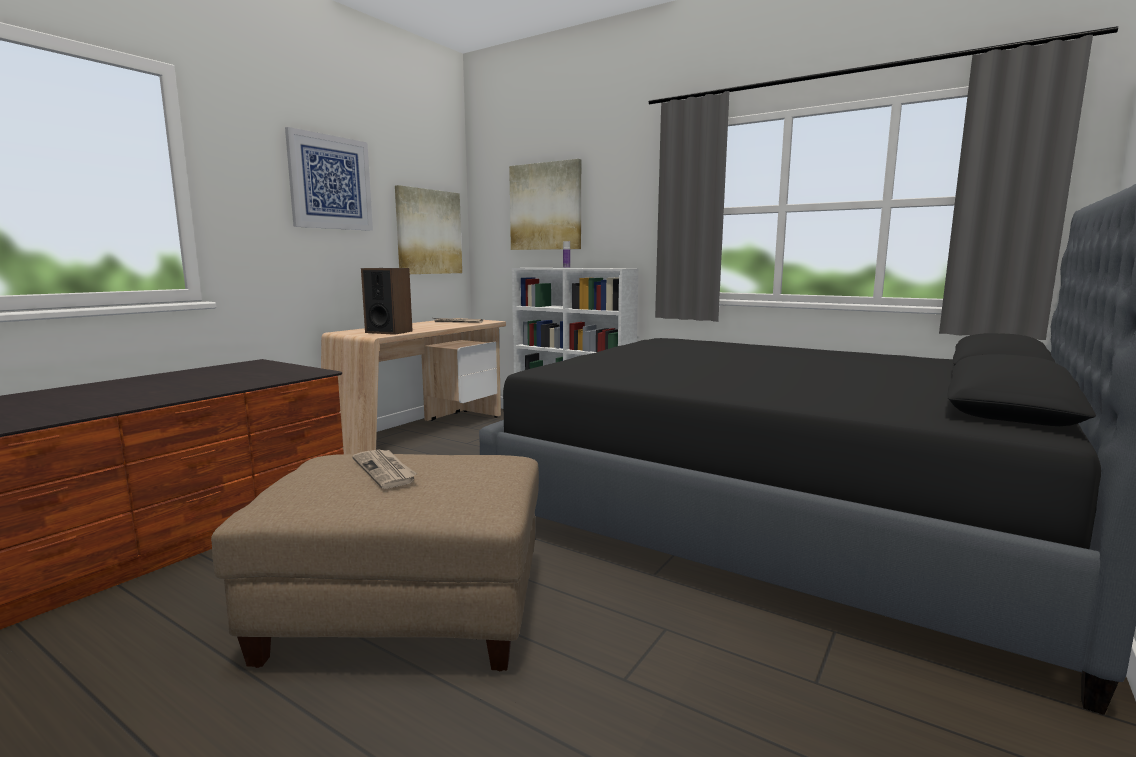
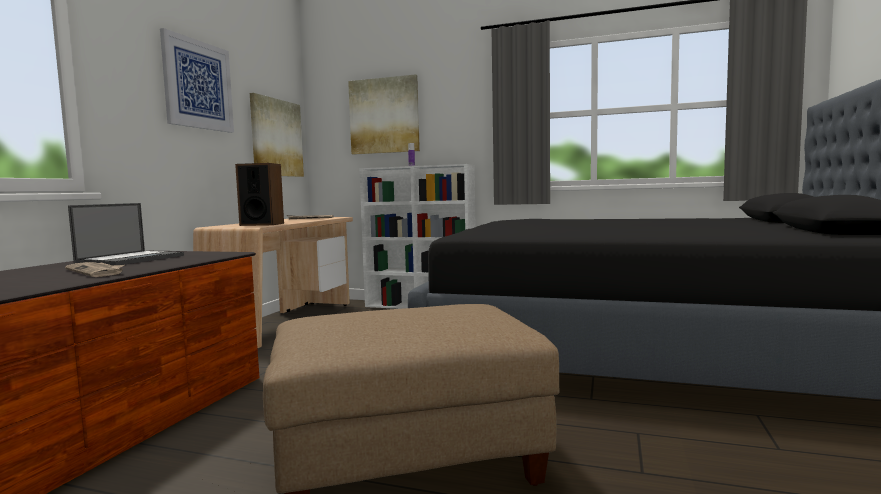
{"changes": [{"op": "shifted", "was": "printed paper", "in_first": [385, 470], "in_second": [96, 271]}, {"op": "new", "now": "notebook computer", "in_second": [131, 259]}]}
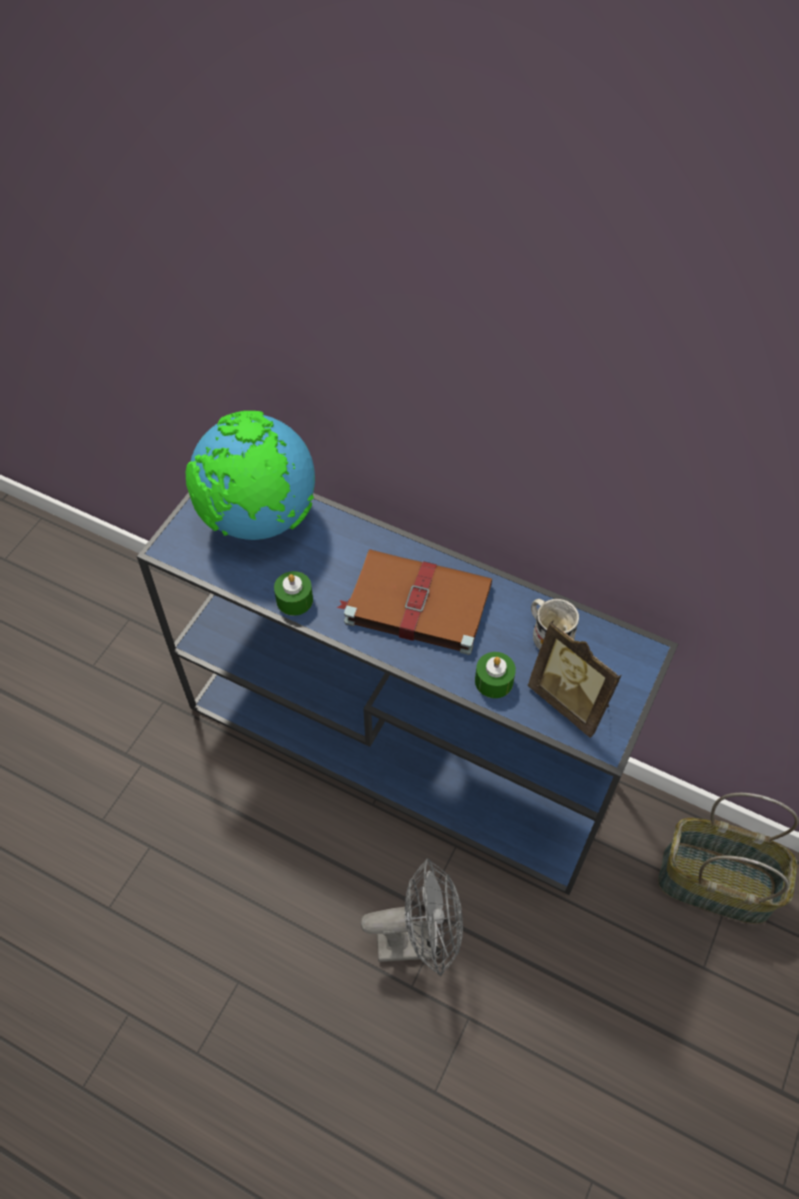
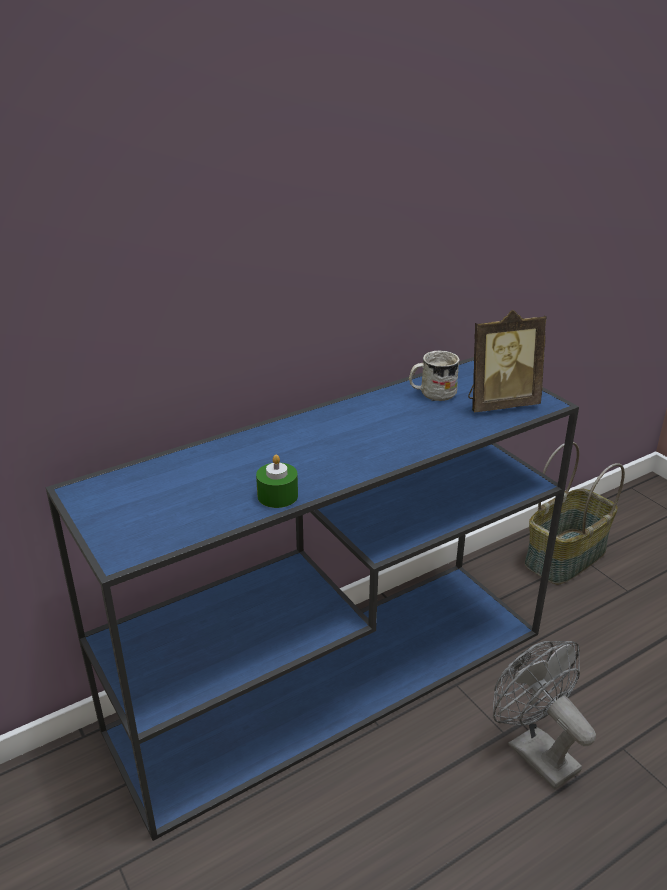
{"changes": [{"op": "rotated", "was": "cooling fan/grey", "in_first": [419, 940], "in_second": [534, 751], "clockwise": -60}, {"op": "gone", "was": "desk globe", "in_first": [258, 519]}, {"op": "gone", "was": "bound book/brown", "in_first": [415, 603]}, {"op": "gone", "was": "wax light/greenish", "in_first": [494, 681]}]}
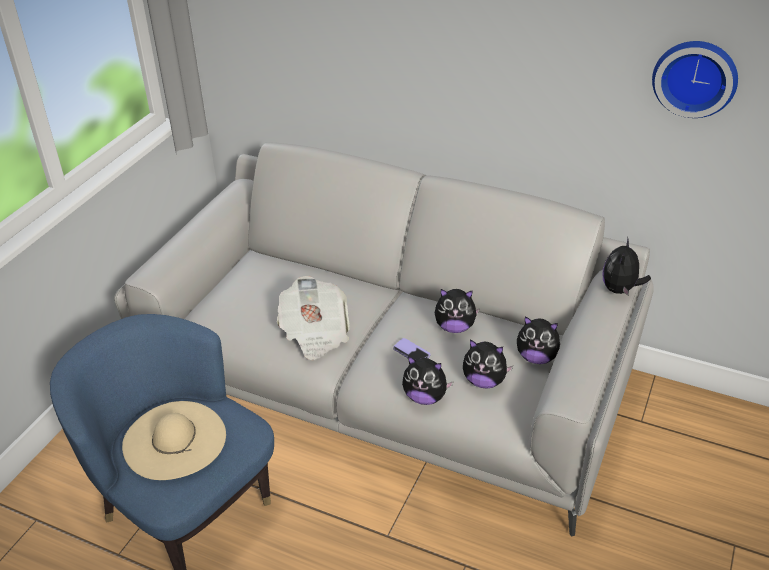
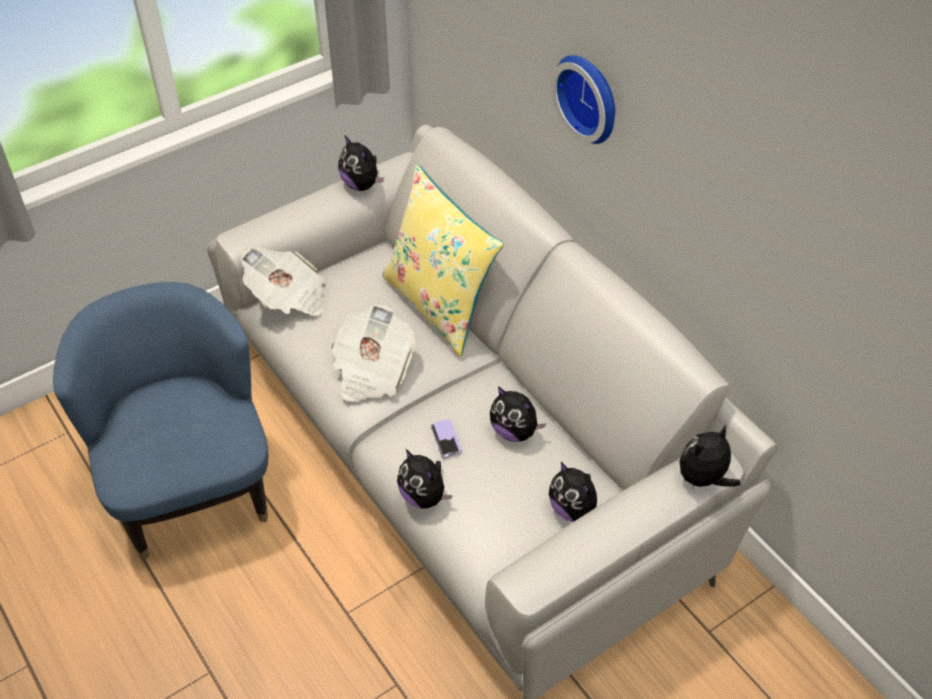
{"changes": [{"op": "new", "now": "printed paper", "in_second": [288, 296]}, {"op": "shifted", "was": "plush toy", "in_first": [484, 381], "in_second": [361, 184]}, {"op": "new", "now": "cushion/yellow", "in_second": [440, 305]}, {"op": "shifted", "was": "clock on the wall", "in_first": [695, 77], "in_second": [590, 97]}, {"op": "gone", "was": "clothing hat/sand-coloured", "in_first": [174, 440]}]}
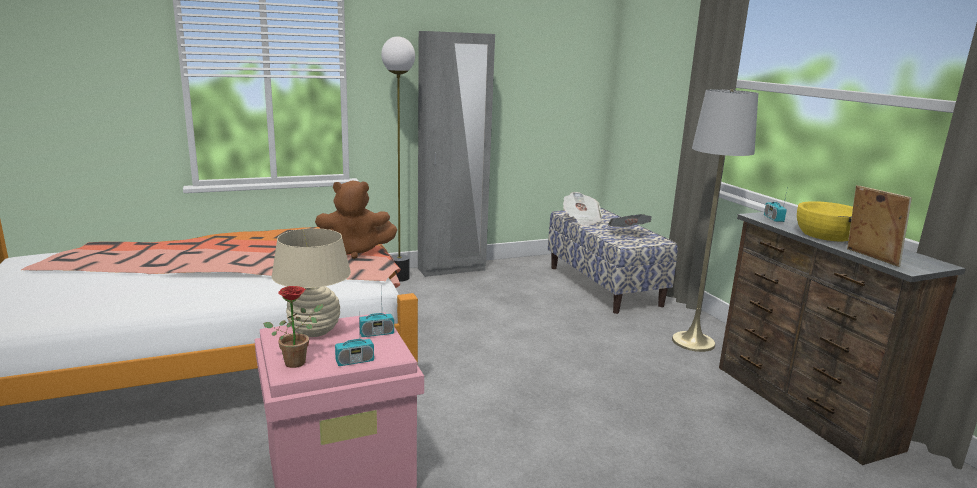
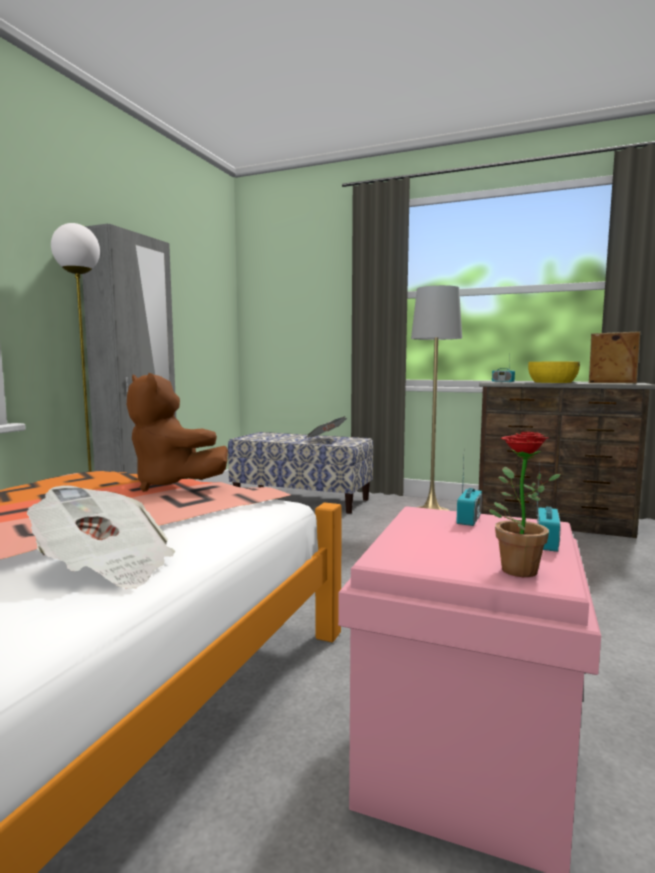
{"changes": [{"op": "shifted", "was": "printed paper", "in_first": [581, 220], "in_second": [106, 568]}, {"op": "rotated", "was": "plush toy/brown", "in_first": [355, 251], "in_second": [172, 485], "clockwise": 90}, {"op": "gone", "was": "tabletop lamp/sand-coloured", "in_first": [314, 331]}]}
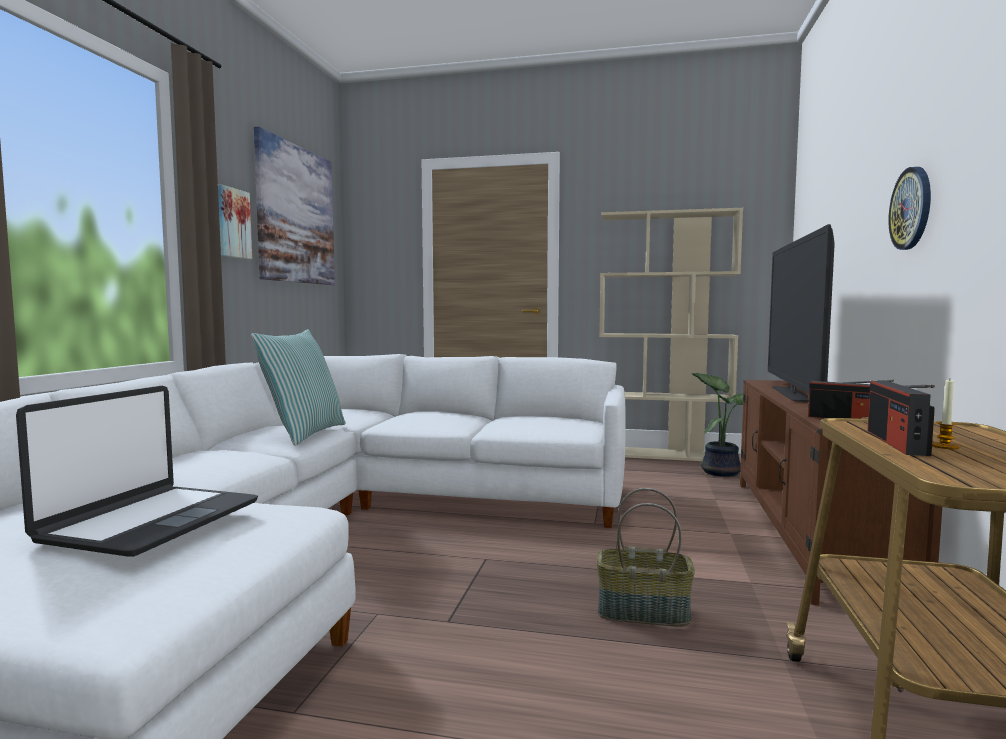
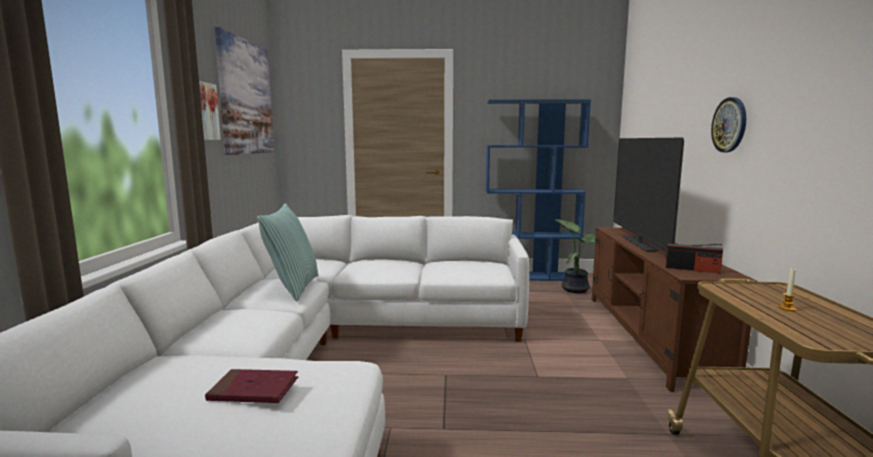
{"changes": [{"op": "swapped", "was": "notebook computer", "now": "bound book/red", "in_first": [151, 521], "in_second": [254, 390]}, {"op": "repainted", "was": "bookcase/sand-coloured", "now": "bookcase/blue-coloured", "in_first": [663, 455], "in_second": [531, 276]}, {"op": "gone", "was": "basket", "in_first": [642, 612]}, {"op": "gone", "was": "radio", "in_first": [896, 442]}]}
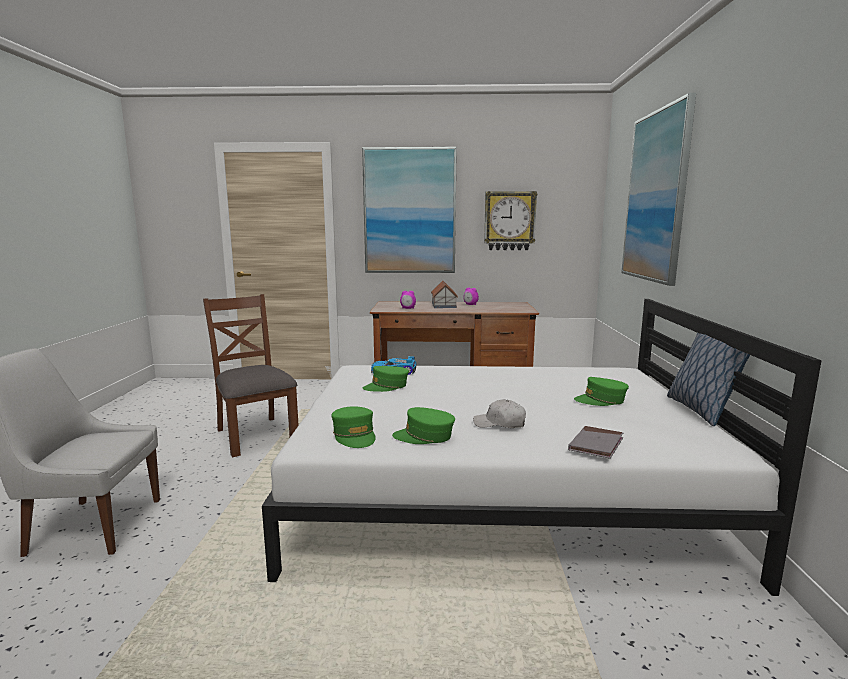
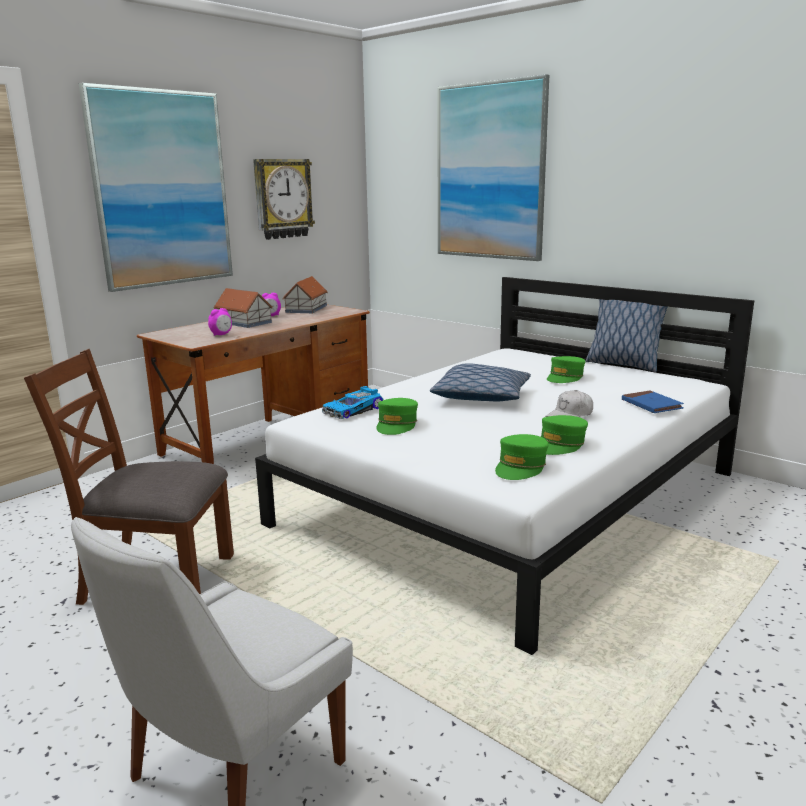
{"changes": [{"op": "new", "now": "miniature house", "in_second": [307, 308]}, {"op": "new", "now": "cushion", "in_second": [482, 396]}, {"op": "rotated", "was": "cap/greenish", "in_first": [354, 435], "in_second": [521, 467], "clockwise": 105}, {"op": "repainted", "was": "bound book/grey", "now": "bound book/blue-coloured", "in_first": [596, 445], "in_second": [651, 405]}]}
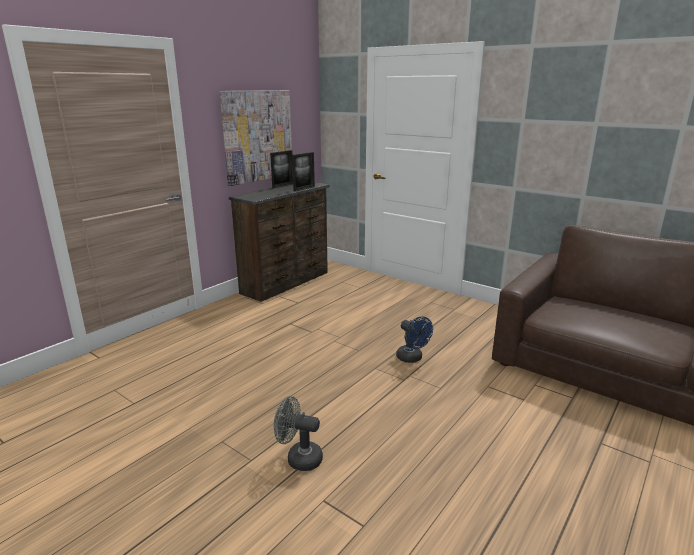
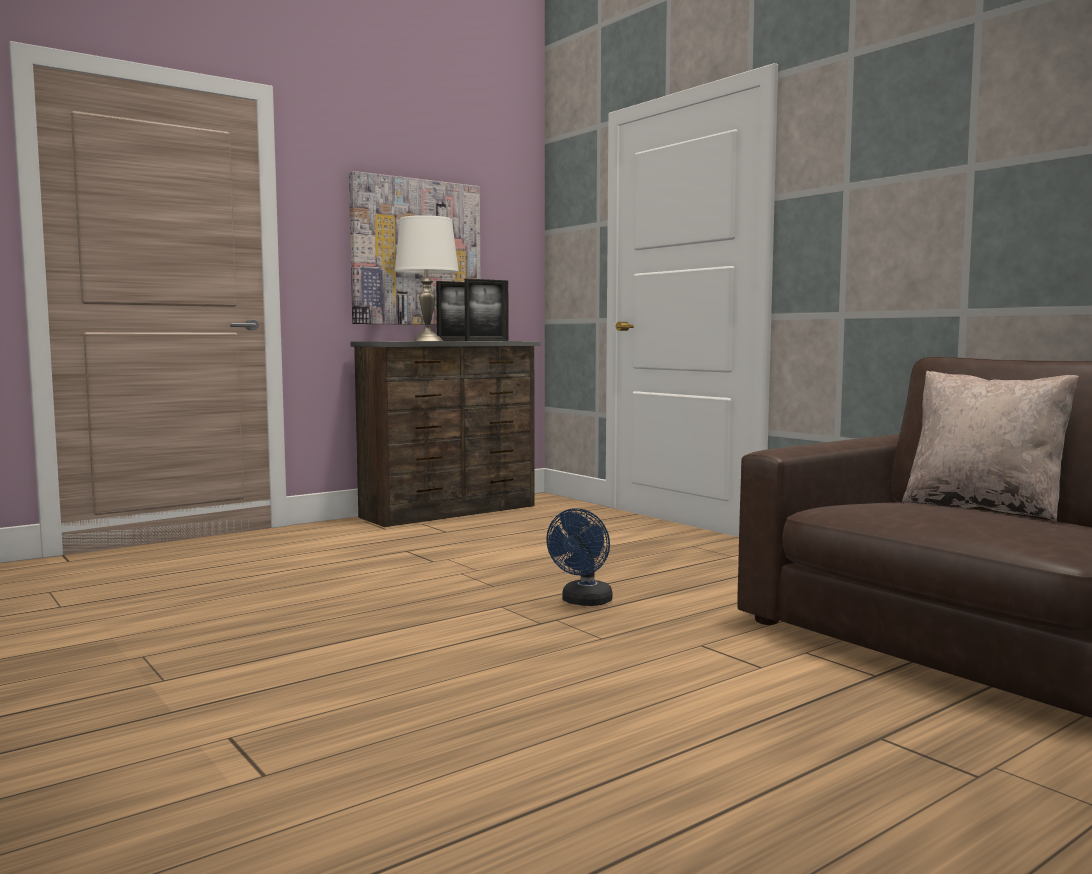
{"changes": [{"op": "new", "now": "tabletop lamp/whitish", "in_second": [427, 341]}, {"op": "rotated", "was": "cooling fan/blue-coloured", "in_first": [412, 358], "in_second": [584, 602], "clockwise": 45}, {"op": "new", "now": "cushion/sand-coloured", "in_second": [983, 508]}, {"op": "gone", "was": "cooling fan/grey", "in_first": [299, 458]}]}
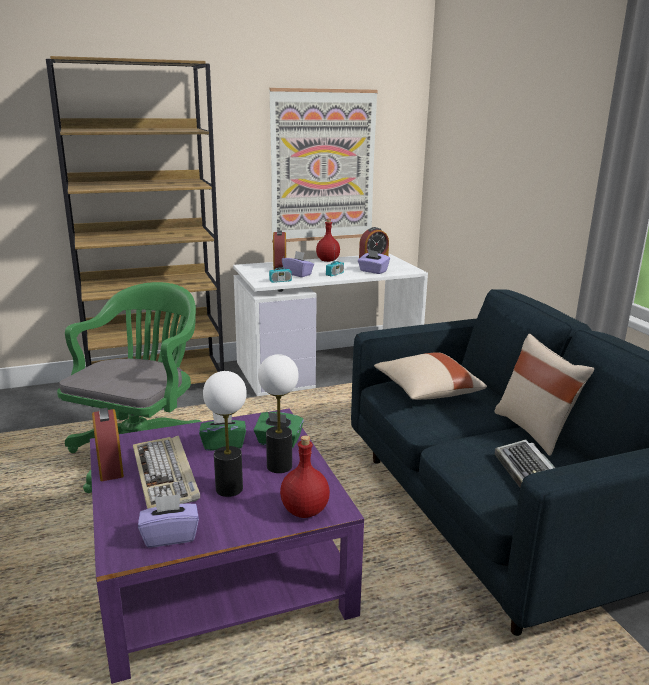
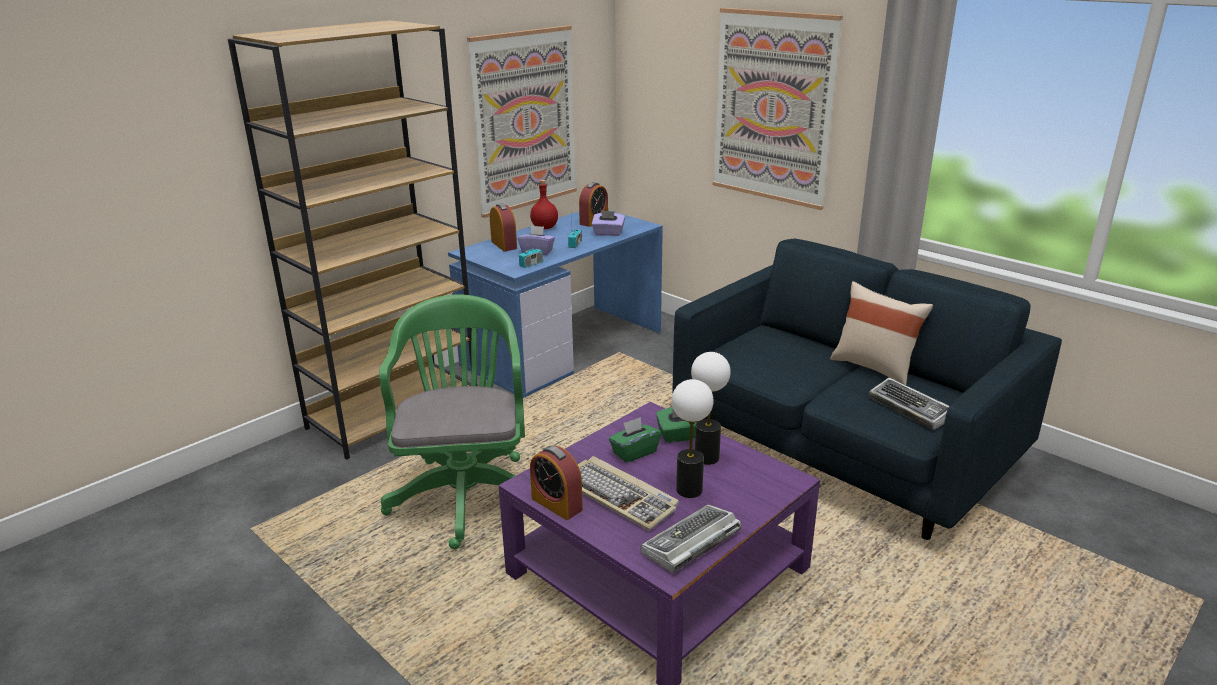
{"changes": [{"op": "repainted", "was": "desk unit/whitish", "now": "desk unit/blue-coloured", "in_first": [328, 367], "in_second": [563, 347]}, {"op": "swapped", "was": "tissue holder/purple", "now": "computer keyboard", "in_first": [170, 536], "in_second": [690, 544]}, {"op": "new", "now": "wall art", "in_second": [772, 108]}, {"op": "gone", "was": "bottle/red", "in_first": [305, 511]}, {"op": "gone", "was": "cushion/sand-coloured", "in_first": [427, 391]}]}
